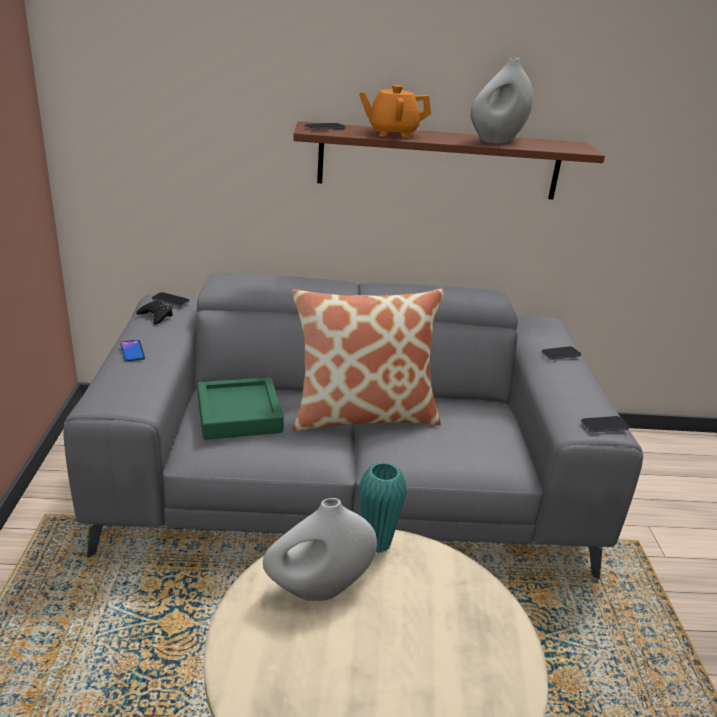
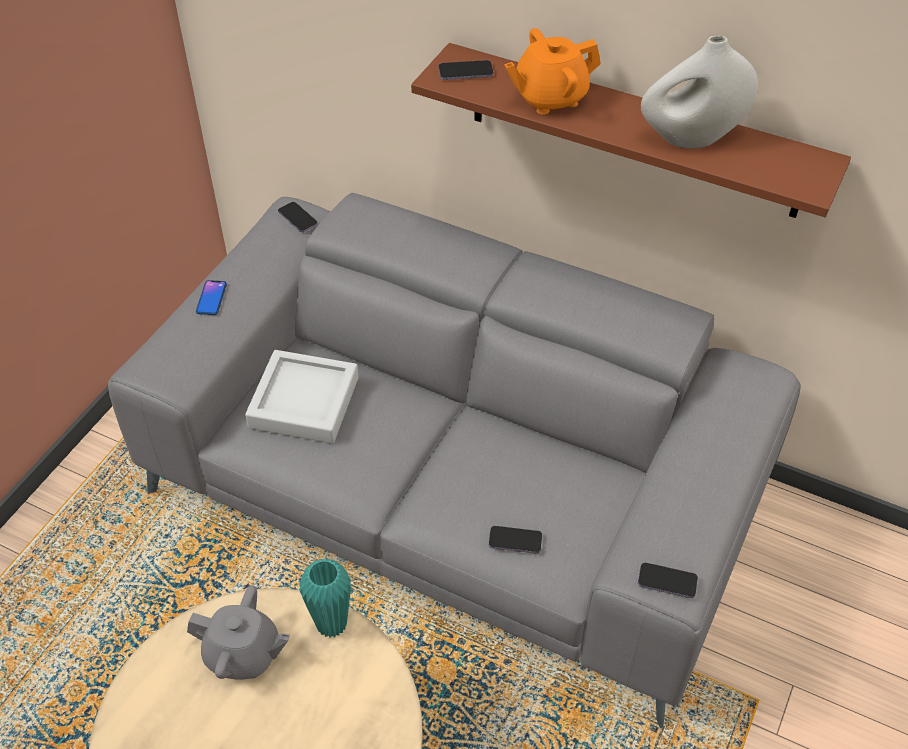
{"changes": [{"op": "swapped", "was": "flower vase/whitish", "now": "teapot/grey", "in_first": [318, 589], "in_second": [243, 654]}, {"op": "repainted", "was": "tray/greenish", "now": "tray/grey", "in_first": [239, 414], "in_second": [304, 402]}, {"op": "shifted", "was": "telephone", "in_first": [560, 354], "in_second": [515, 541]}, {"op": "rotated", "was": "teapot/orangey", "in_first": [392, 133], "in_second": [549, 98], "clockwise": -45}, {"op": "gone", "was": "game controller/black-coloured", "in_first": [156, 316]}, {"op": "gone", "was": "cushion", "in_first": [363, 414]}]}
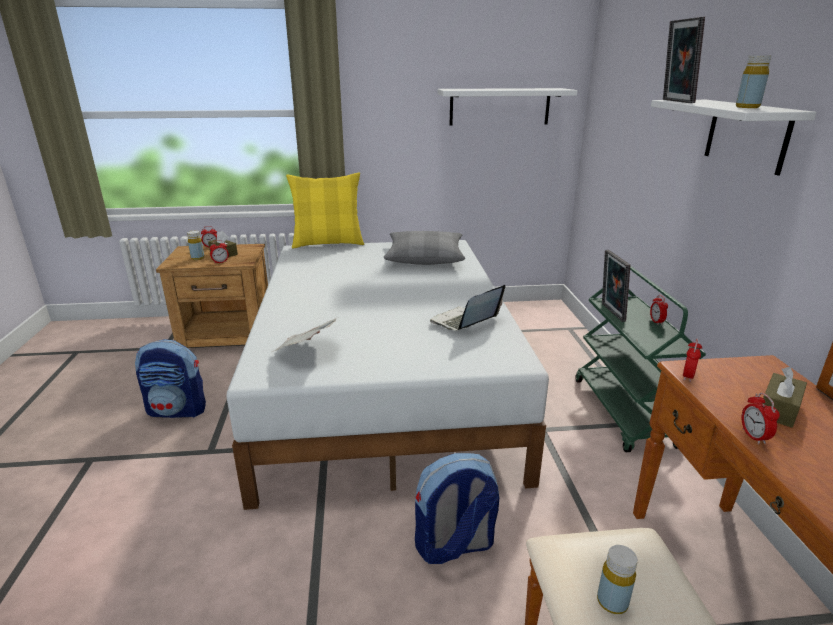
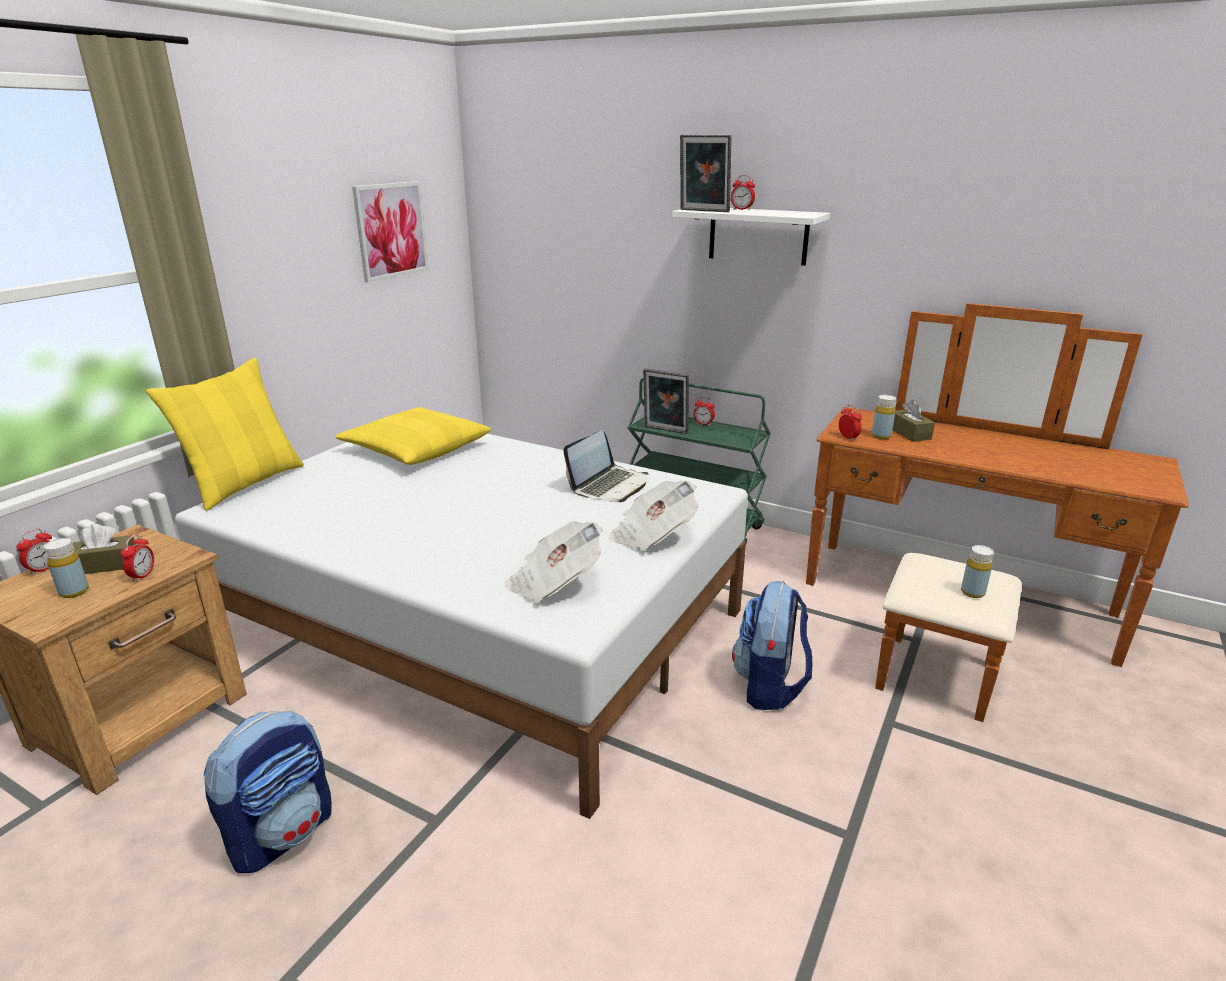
{"changes": [{"op": "repainted", "was": "cushion/grey", "now": "cushion/yellow", "in_first": [425, 257], "in_second": [416, 449]}, {"op": "swapped", "was": "wall shelf/whitish", "now": "wall art", "in_first": [499, 106], "in_second": [391, 230]}, {"op": "rotated", "was": "notebook computer", "in_first": [464, 322], "in_second": [609, 486], "clockwise": -135}, {"op": "new", "now": "printed paper", "in_second": [652, 535]}, {"op": "shifted", "was": "table clock", "in_first": [753, 436], "in_second": [742, 209]}, {"op": "shifted", "was": "bottle/yellow", "in_first": [747, 107], "in_second": [881, 436]}]}
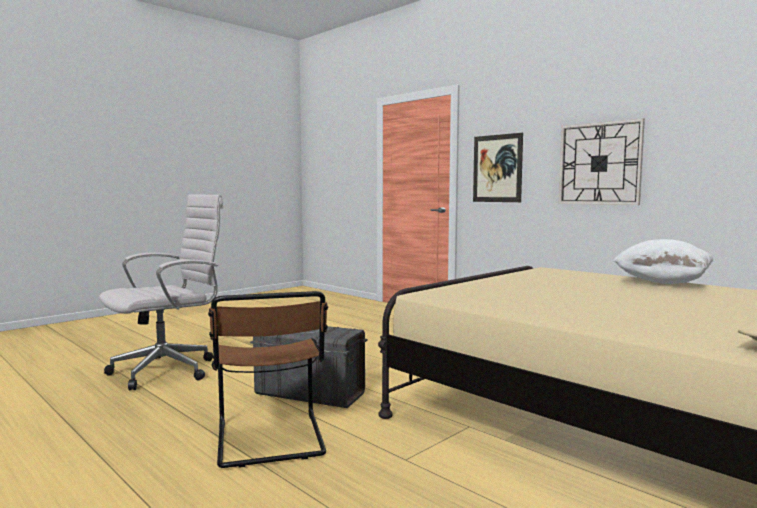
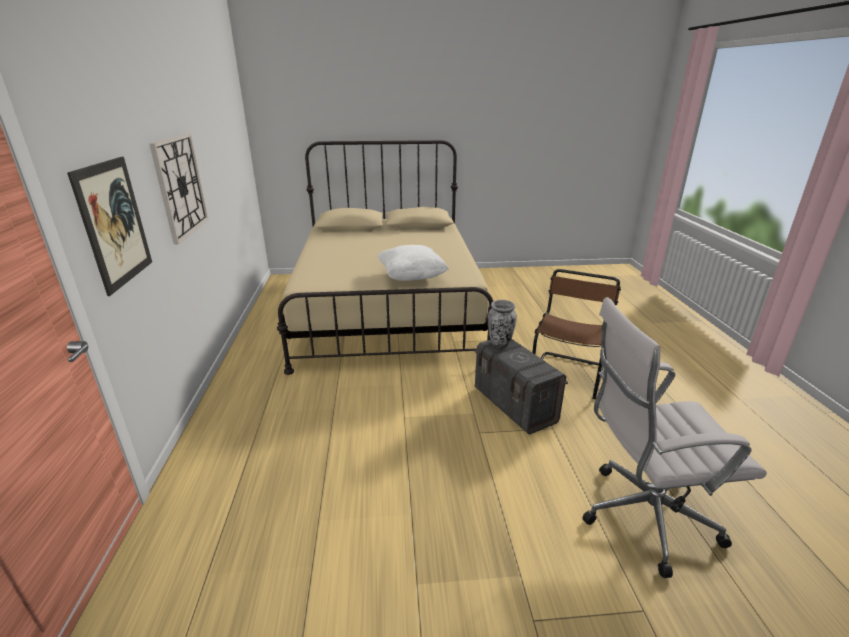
{"changes": [{"op": "shifted", "was": "cushion/whitish", "in_first": [663, 282], "in_second": [411, 278]}, {"op": "new", "now": "flower vase", "in_second": [500, 344]}]}
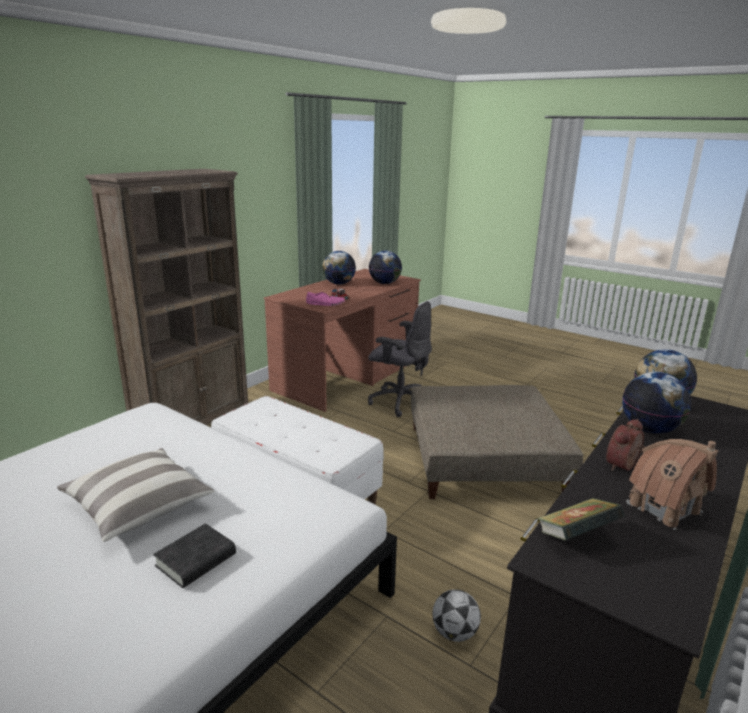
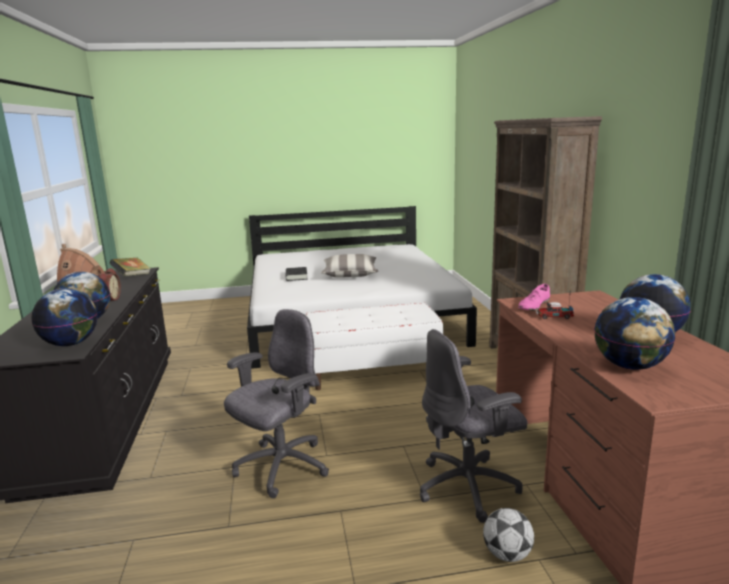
{"changes": [{"op": "swapped", "was": "ottoman/sand-coloured", "now": "desk chair/grey", "in_first": [483, 459], "in_second": [281, 467]}, {"op": "shifted", "was": "football", "in_first": [454, 632], "in_second": [507, 554]}]}
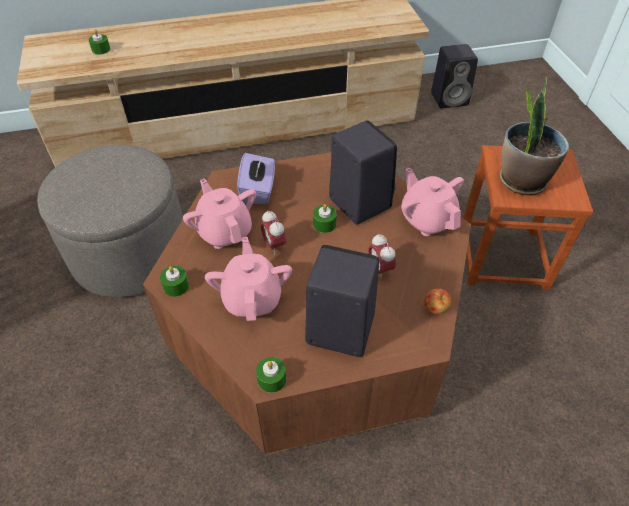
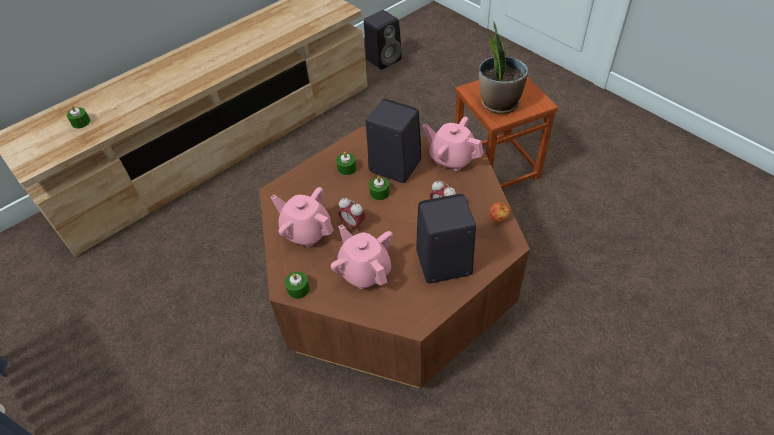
{"changes": [{"op": "shifted", "was": "wax light/greenish", "in_first": [271, 379], "in_second": [347, 168]}, {"op": "gone", "was": "ottoman/grey", "in_first": [130, 253]}, {"op": "gone", "was": "tissue holder/purple", "in_first": [258, 190]}]}
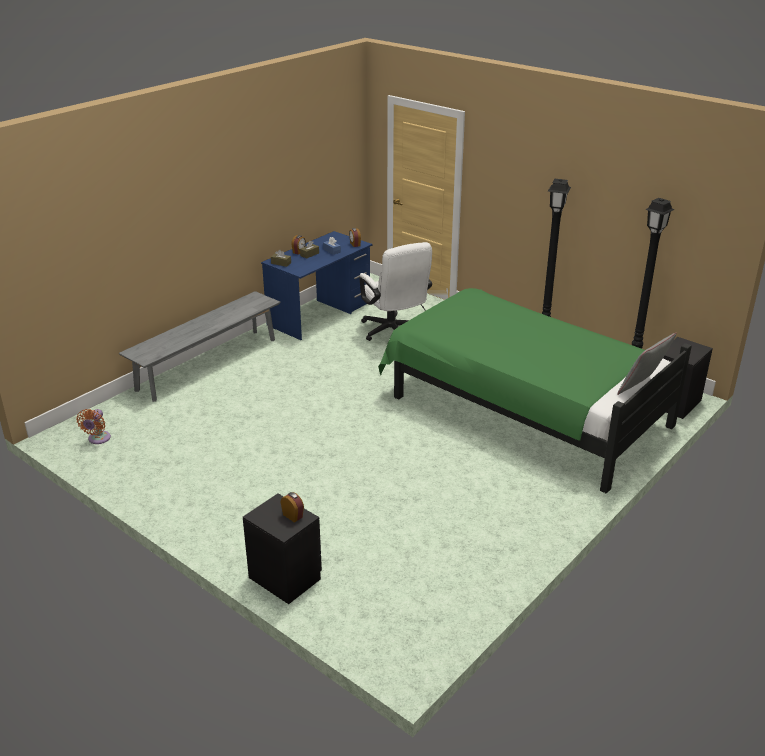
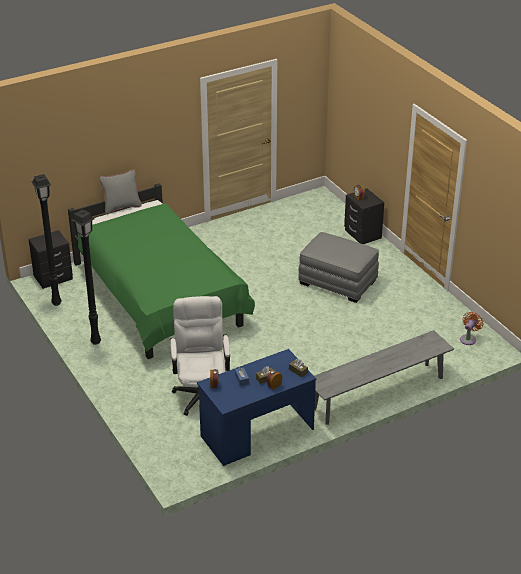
{"changes": [{"op": "new", "now": "ottoman/grey", "in_second": [337, 282]}]}
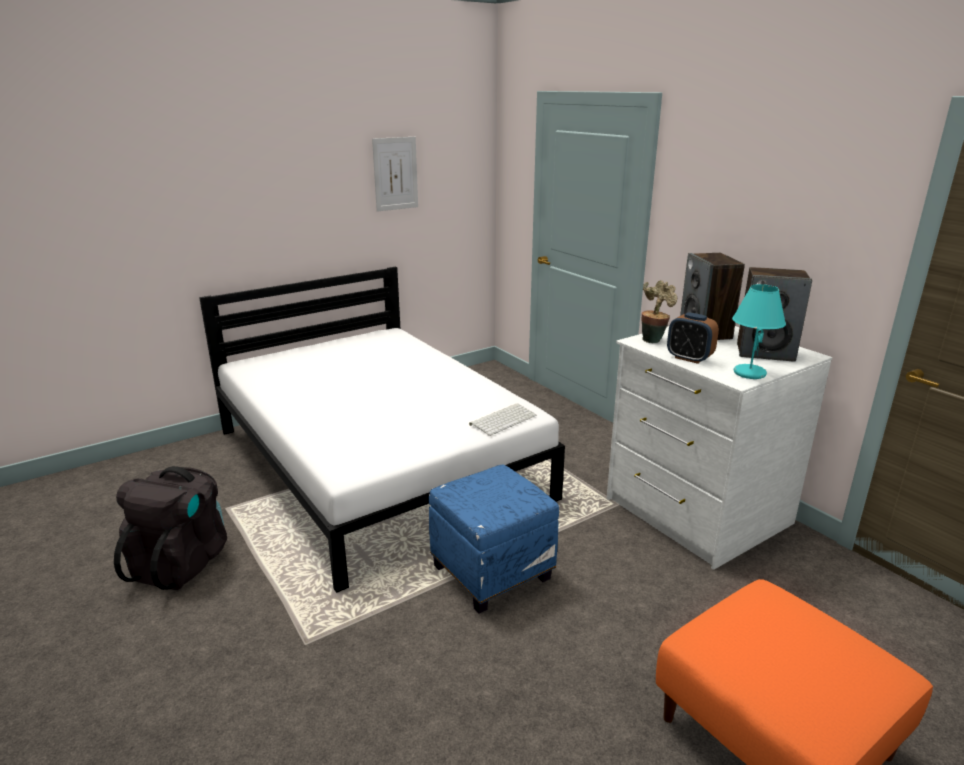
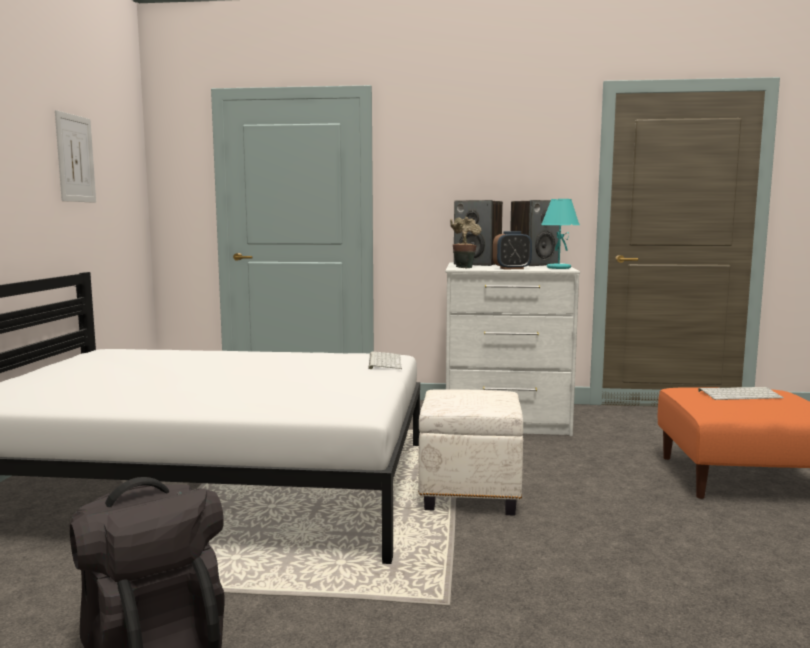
{"changes": [{"op": "repainted", "was": "ottoman/blue-coloured", "now": "ottoman/whitish", "in_first": [492, 571], "in_second": [468, 493]}, {"op": "new", "now": "computer keyboard", "in_second": [740, 394]}]}
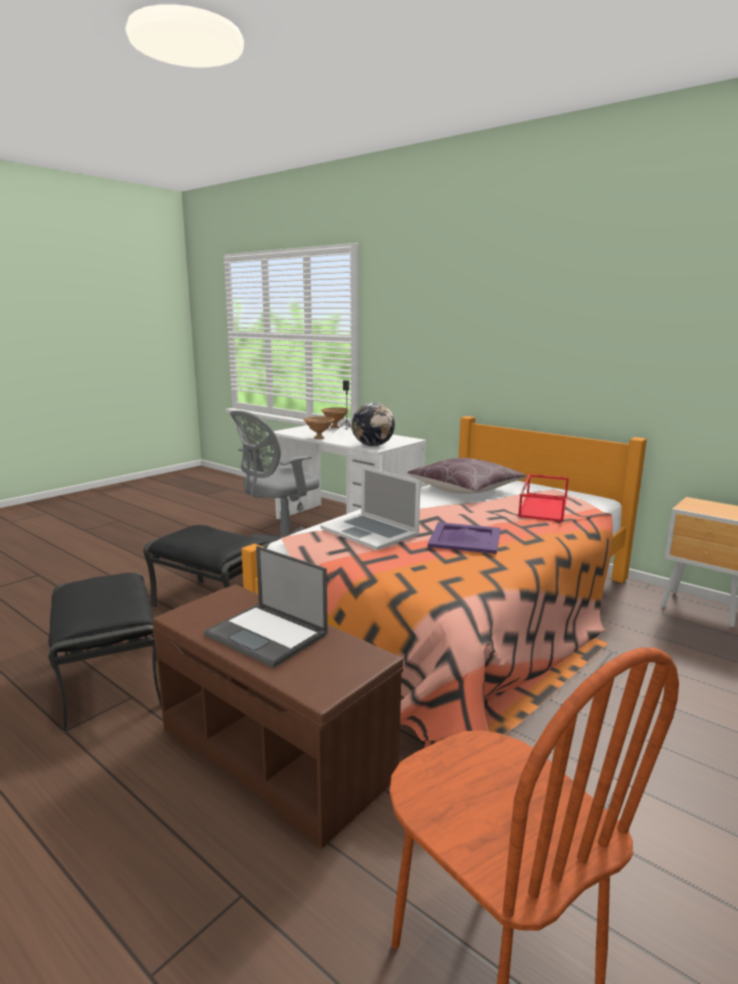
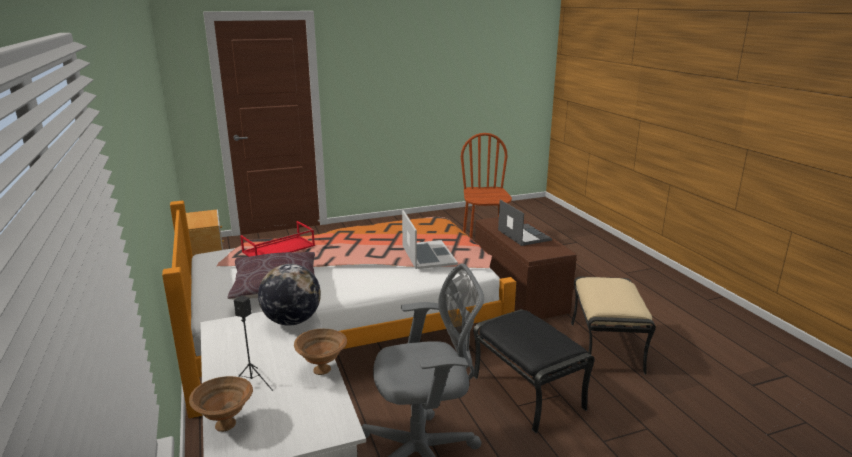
{"changes": [{"op": "repainted", "was": "ottoman/black-coloured", "now": "ottoman/sand-coloured", "in_first": [112, 680], "in_second": [604, 346]}, {"op": "gone", "was": "tray/purple", "in_first": [466, 538]}]}
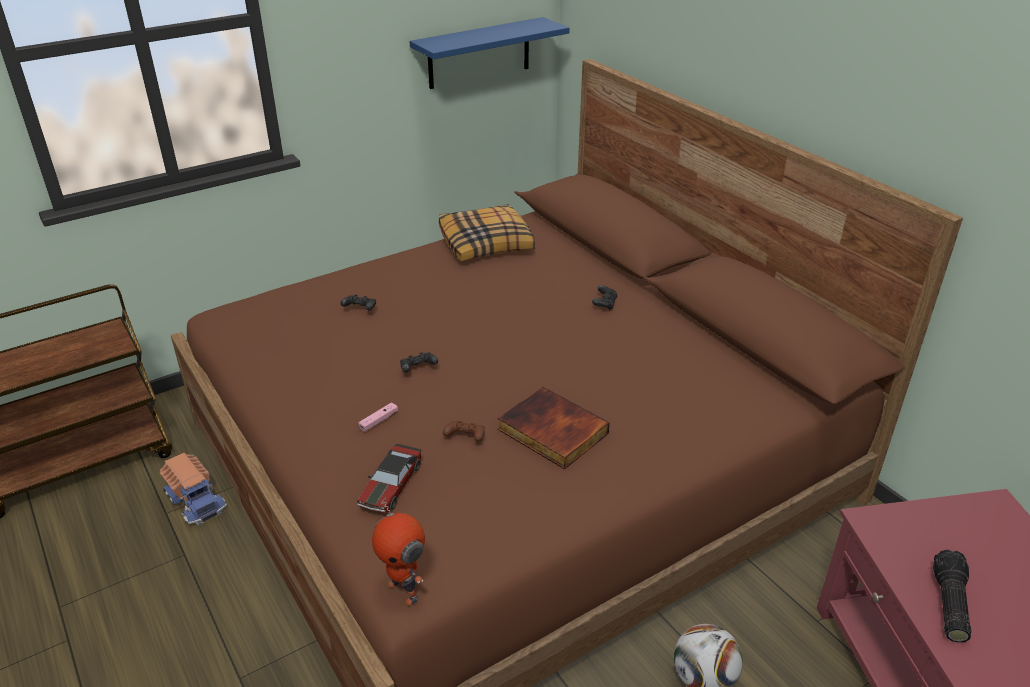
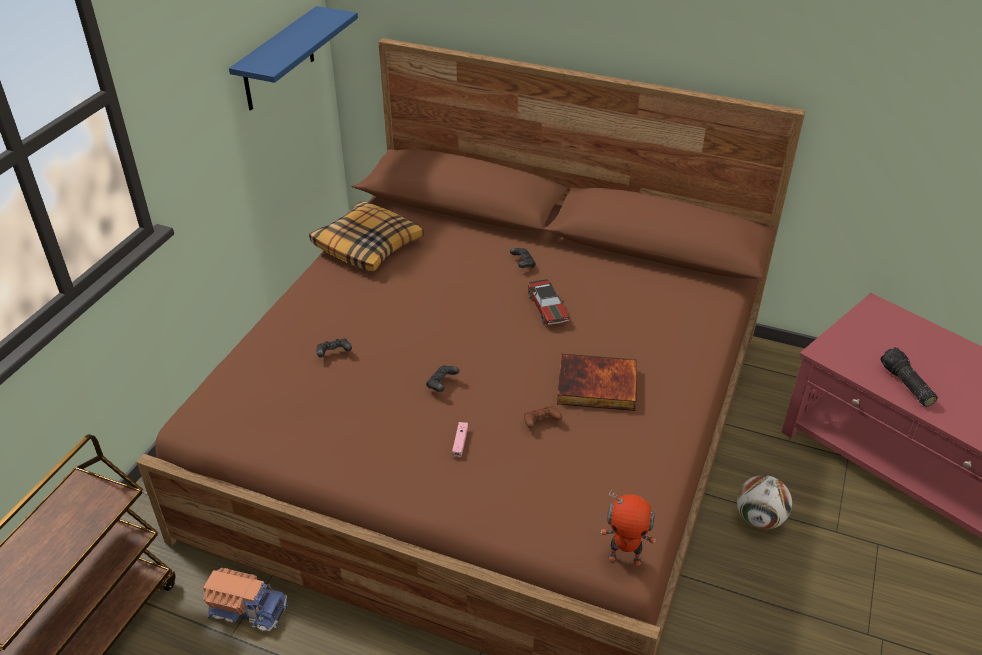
{"changes": [{"op": "shifted", "was": "toy car", "in_first": [391, 485], "in_second": [547, 308]}]}
